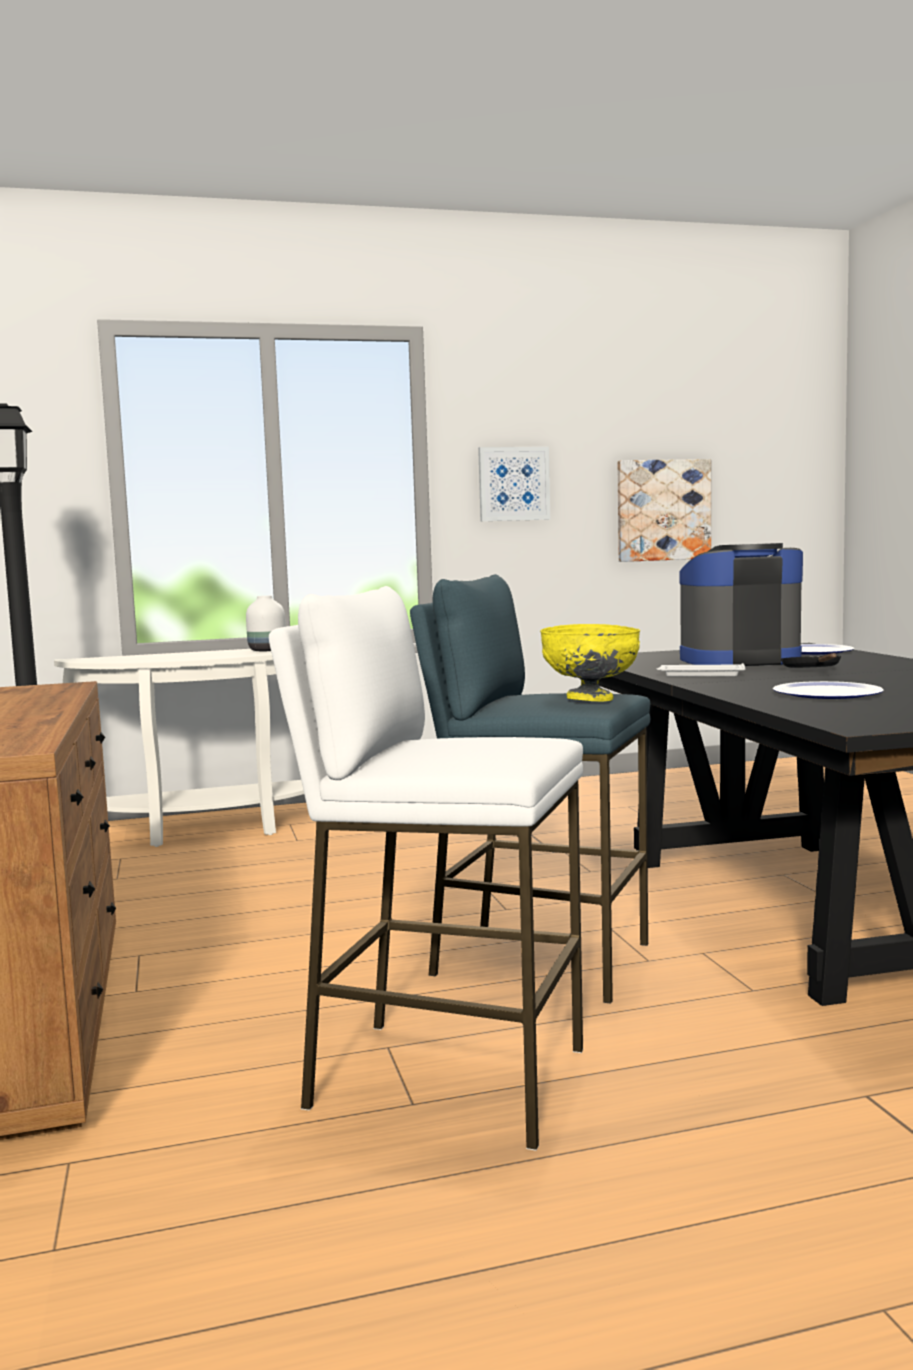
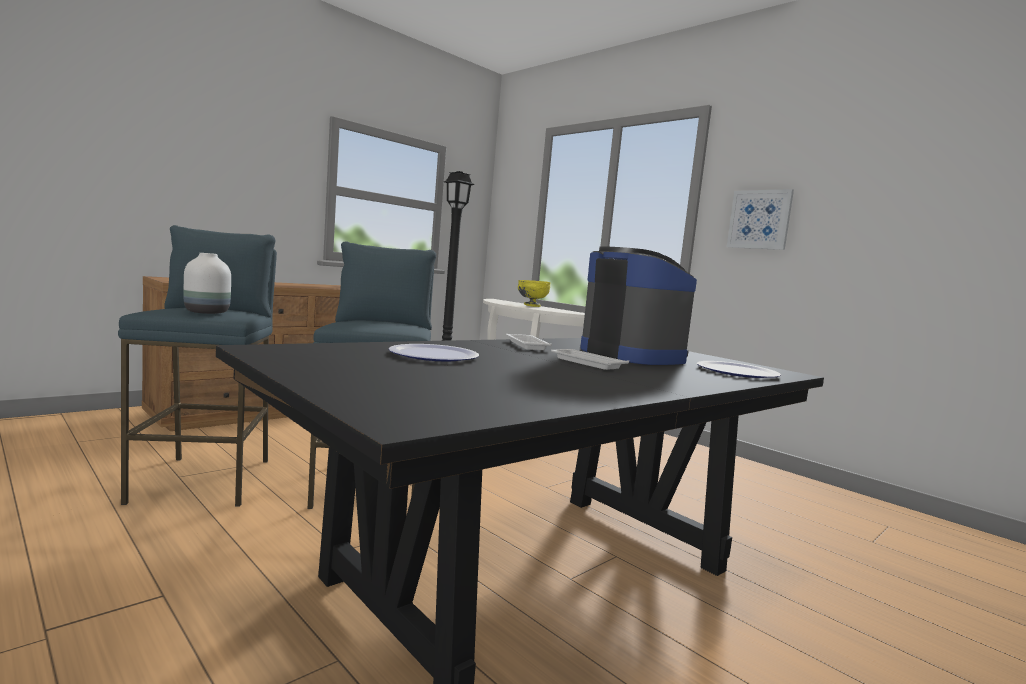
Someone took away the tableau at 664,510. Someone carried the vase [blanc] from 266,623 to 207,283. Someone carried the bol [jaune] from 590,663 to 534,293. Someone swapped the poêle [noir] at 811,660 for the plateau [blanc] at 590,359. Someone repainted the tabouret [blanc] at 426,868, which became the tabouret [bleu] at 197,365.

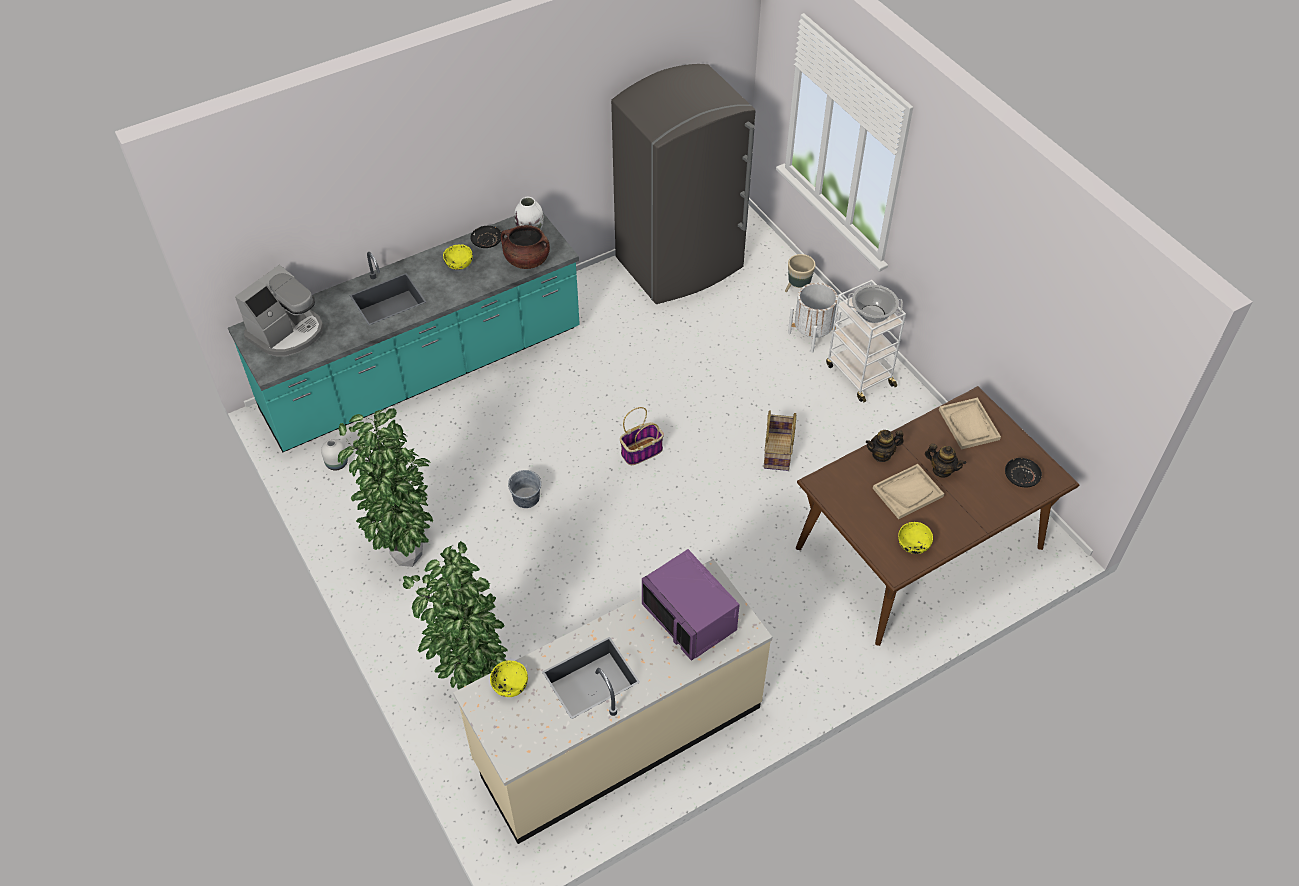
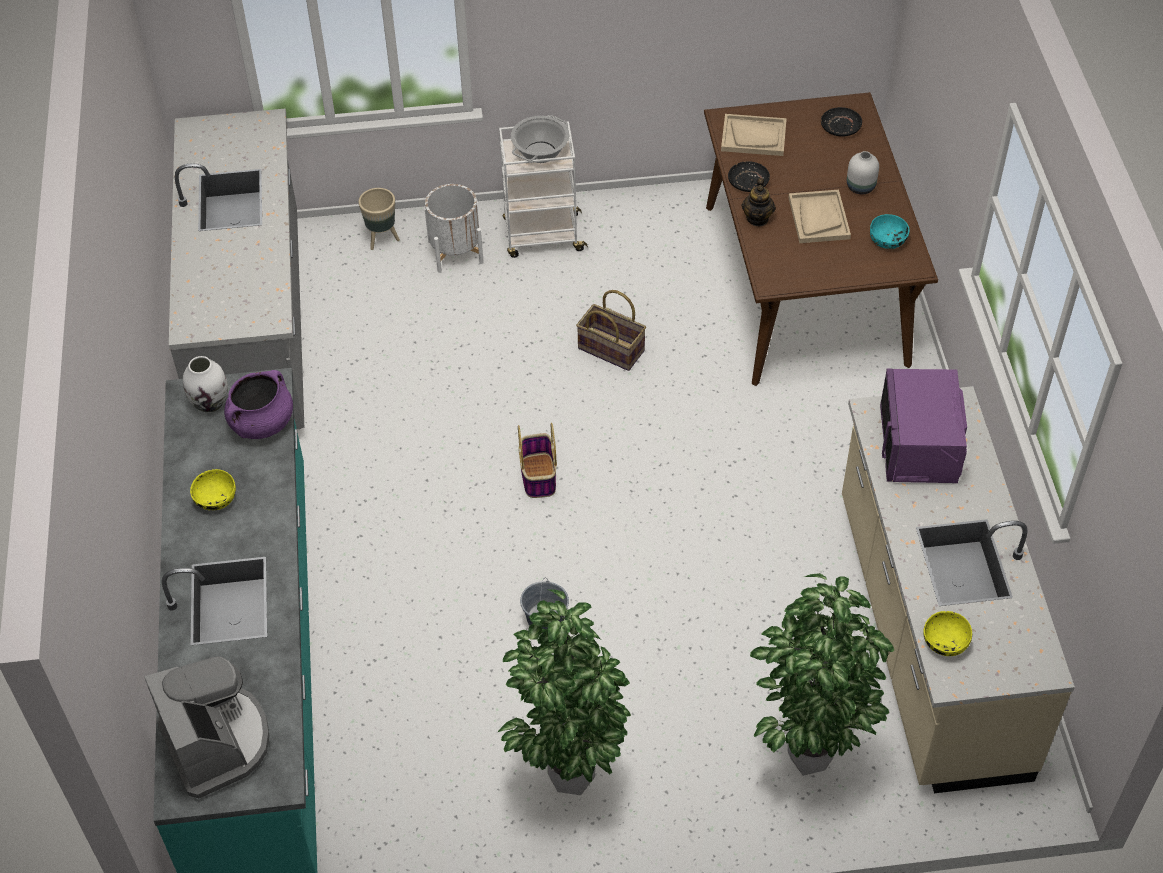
Someone took away the théière at 945,460. Someone carried the vase [blanc] from 334,454 to 863,172. Someone carried the assiette [noir] from 486,237 to 749,176. Someone swapped the réfrigérateur [gris] at 683,184 for the comptoir de cuisine [gris] at 236,269. Someone repainted the marmite [marron] at 525,247, which became the marmite [violet] at 258,404. Someone repainted the bol [jaune] at 915,538, which became the bol [turquoise] at 889,231. Someone rotated the micro-ondes [violet] at 691,605 by 105 degrees clockwise.

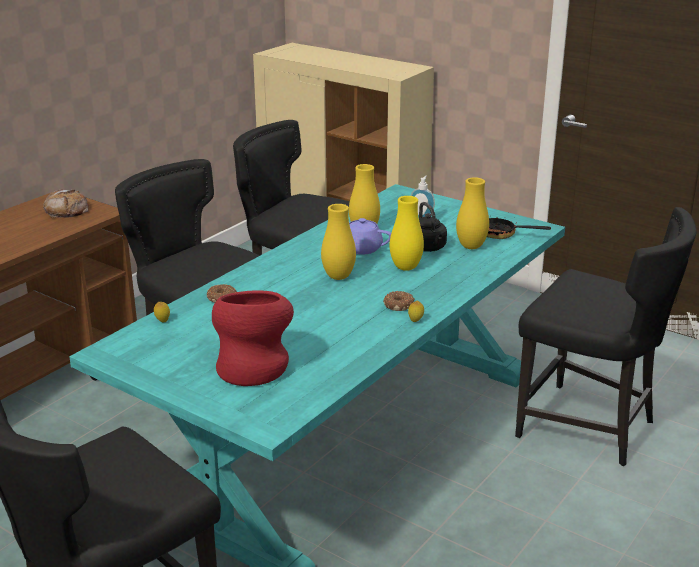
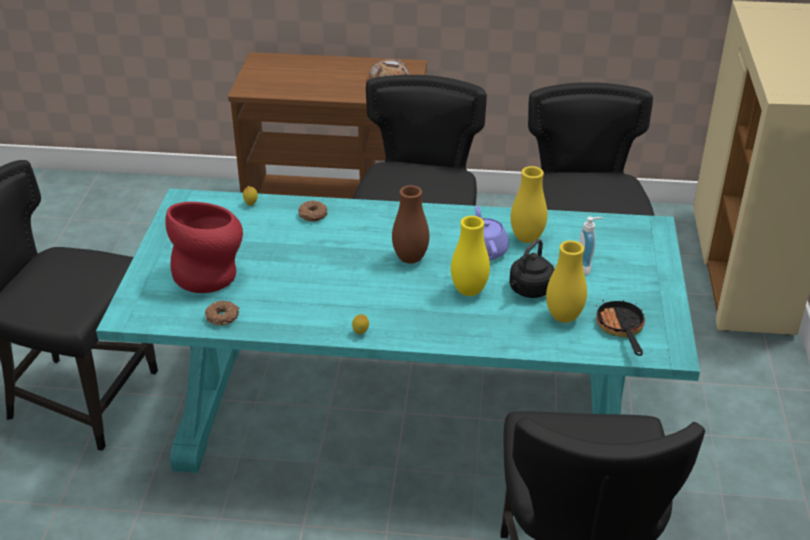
Someone carried the beignet from 399,301 to 222,313. Someone repainted the vase [jaune] at 338,242, which became the vase [marron] at 410,224.

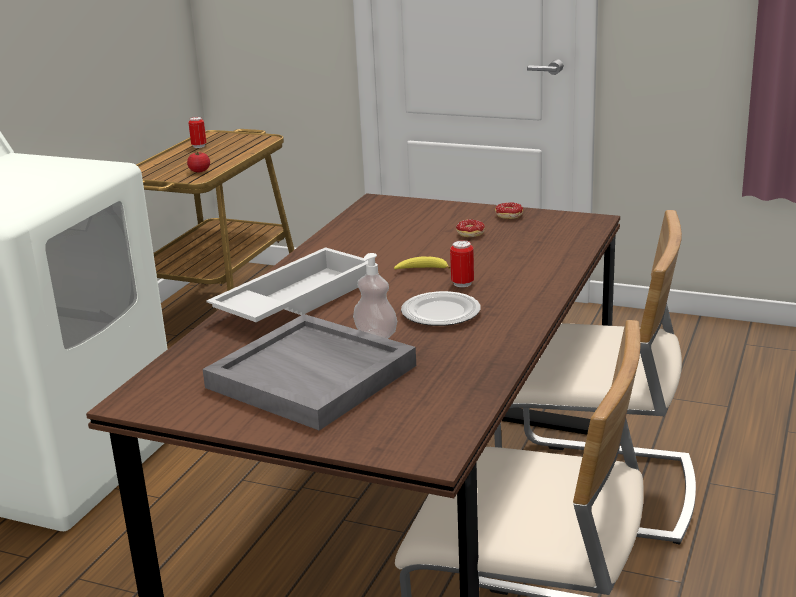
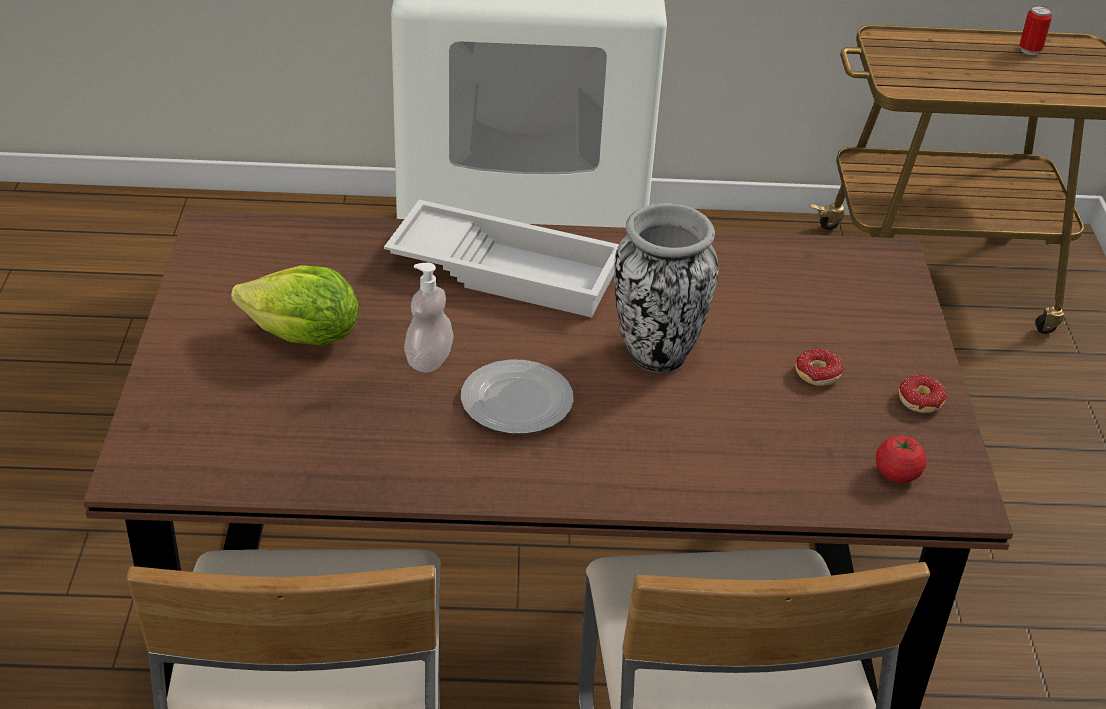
Someone took away the boîte métallique at 462,263. Someone carried the tomate from 198,161 to 901,459. Someone swapped the plateau [gris] at 309,372 for the laitue at 295,305. Someone swapped the banane at 422,263 for the vase at 666,288.

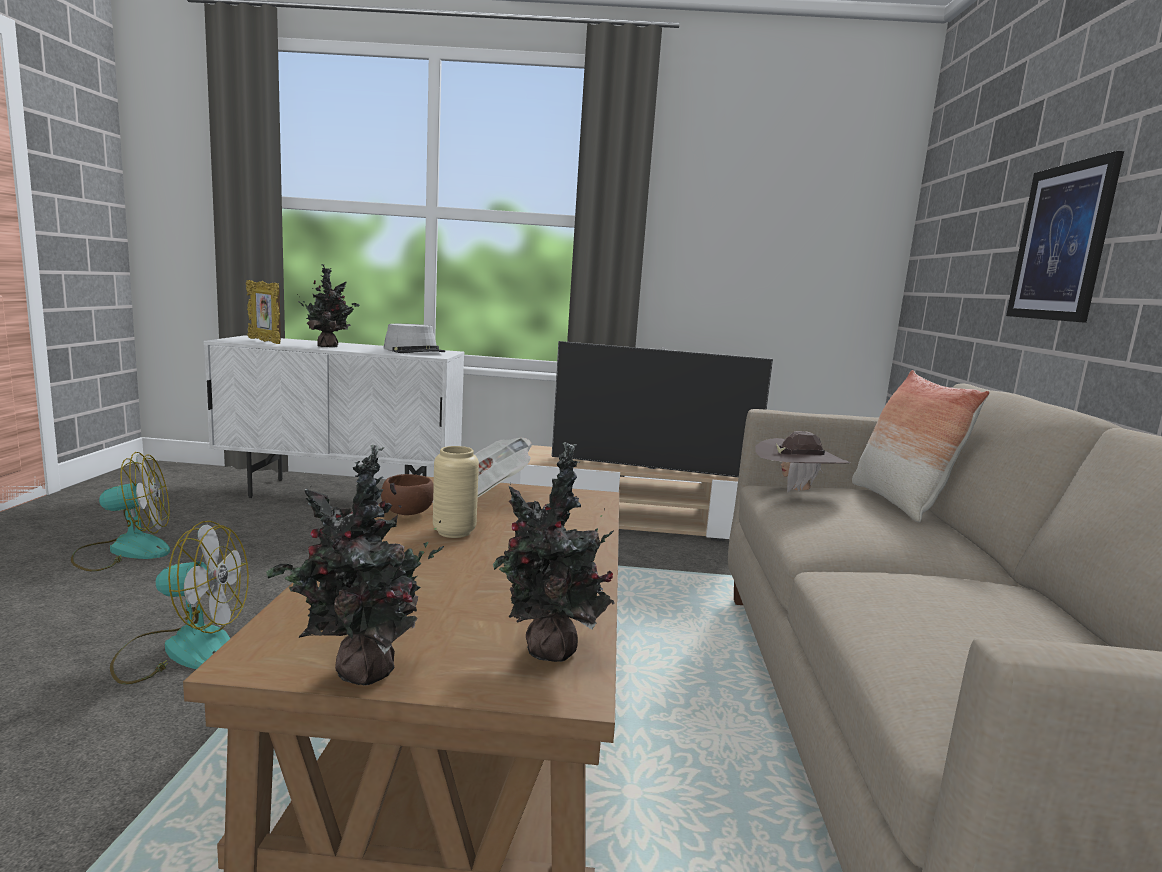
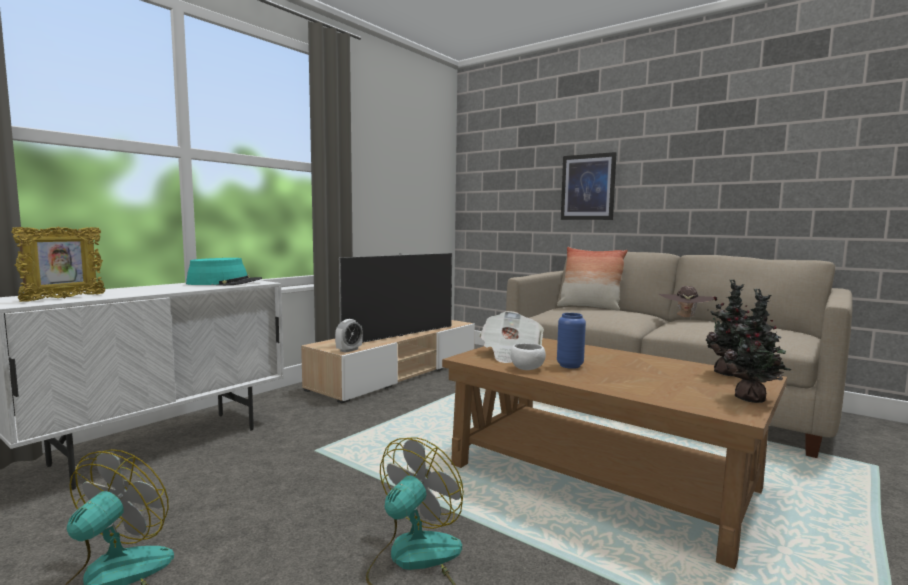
Someone took away the plante en pot at 328,306. Someone put down the réveil at 349,336. Someone carried the chapeau [marron] from 802,462 to 686,302. Someone repainted the bol [marron] at 407,494, which became the bol [blanc] at 528,356. Someone repainted the chapeau [gris] at 414,338, which became the chapeau [turquoise] at 224,271. Someone repainted the vase [beige] at 456,492, which became the vase [bleu] at 571,341. Someone rotated the cadre photo at 263,312 by 45 degrees counterclockwise.

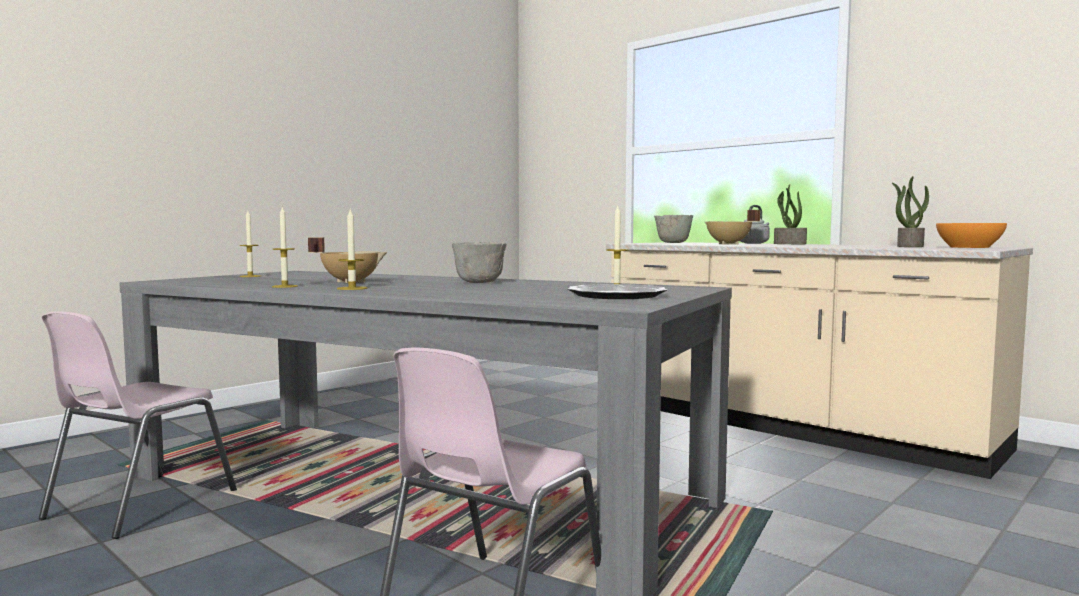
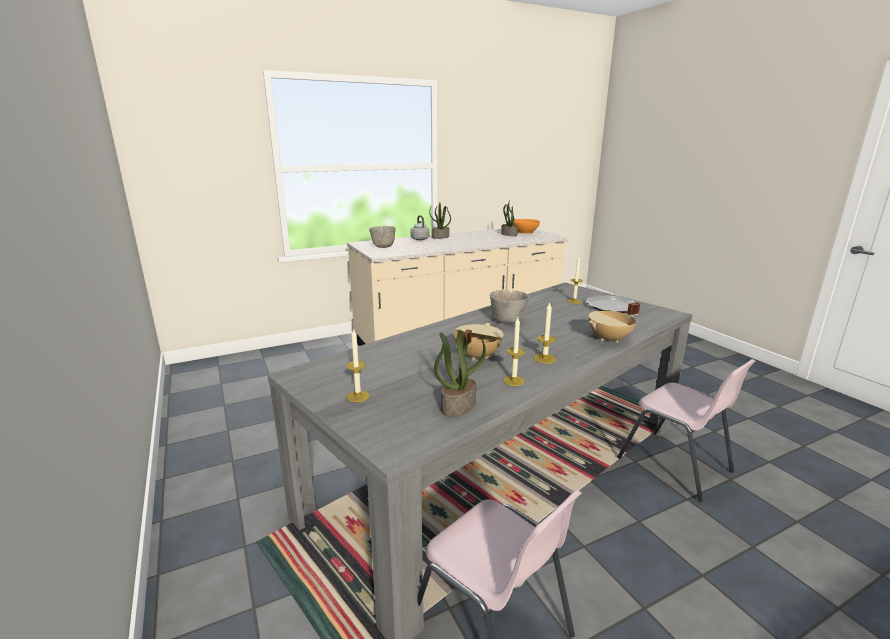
Someone put down the plante en pot at 460,373. Someone carried the marmite [beige] from 732,227 to 614,322.

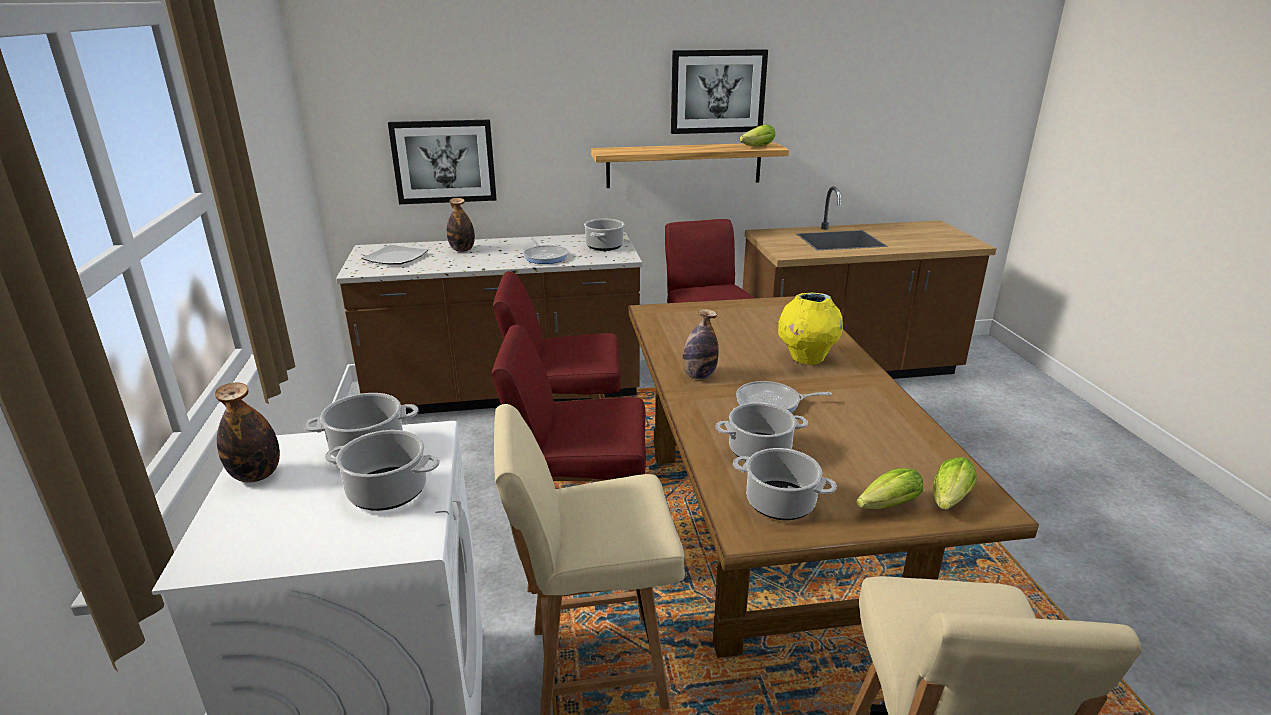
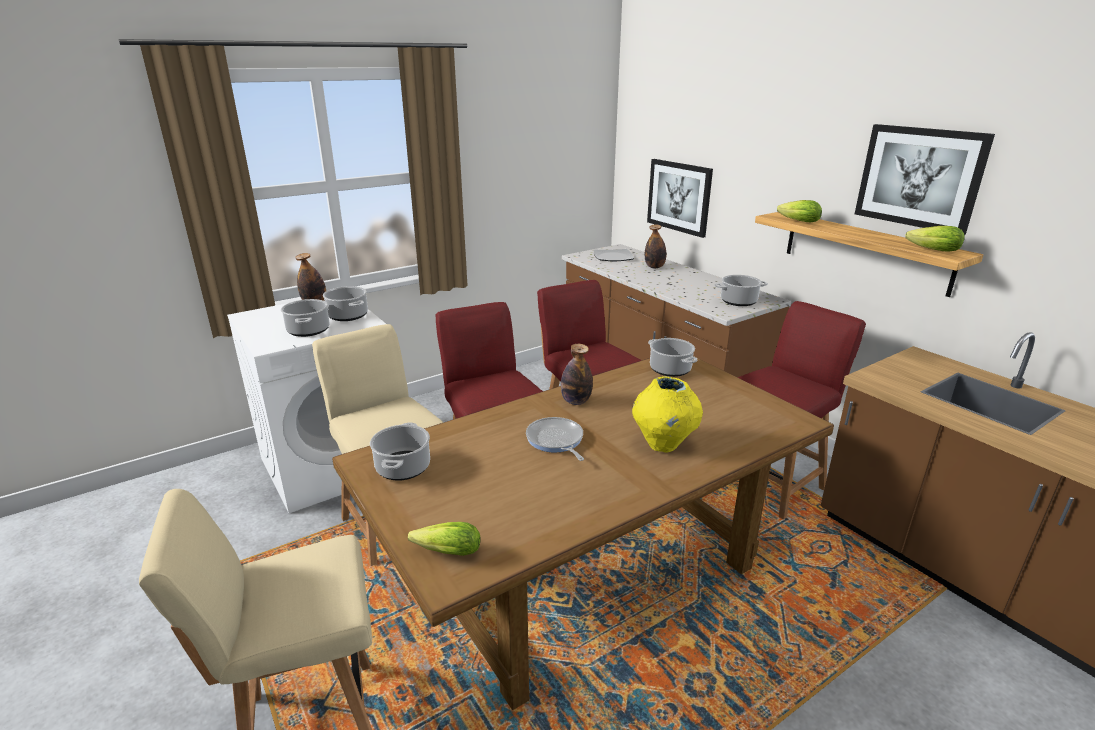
Someone took away the poêle at 545,251. Someone carried the marmite from 762,431 to 672,357. Someone carried the laitue from 889,488 to 799,211.

